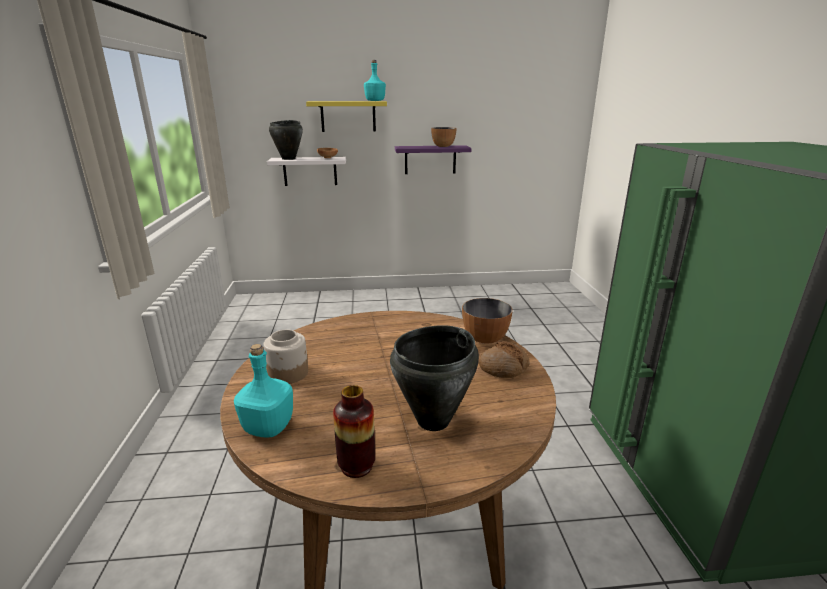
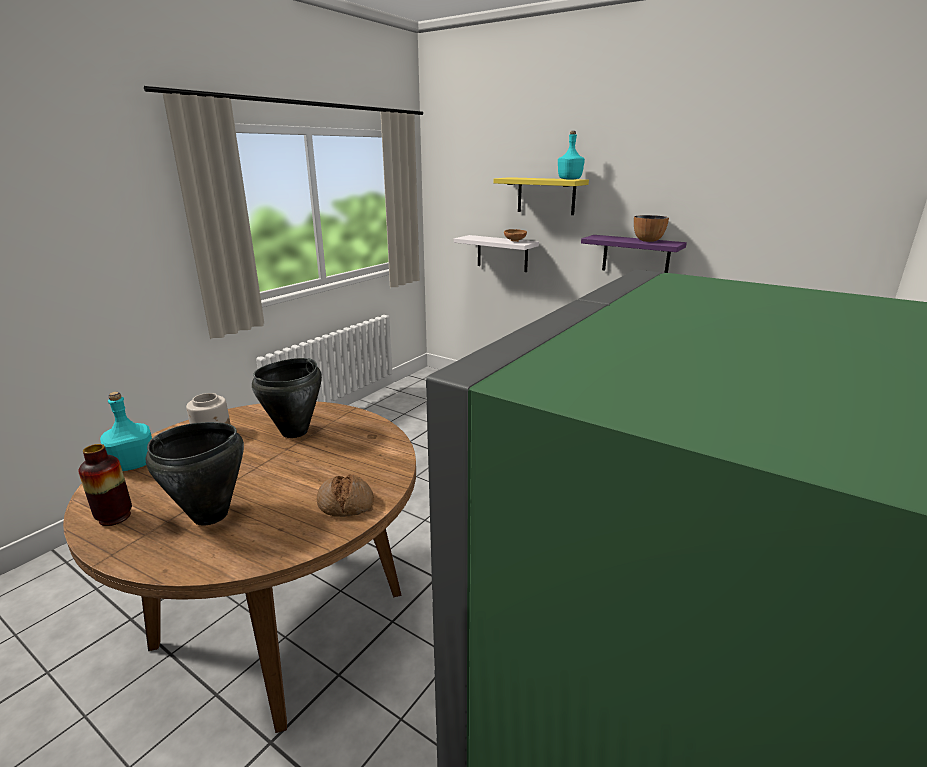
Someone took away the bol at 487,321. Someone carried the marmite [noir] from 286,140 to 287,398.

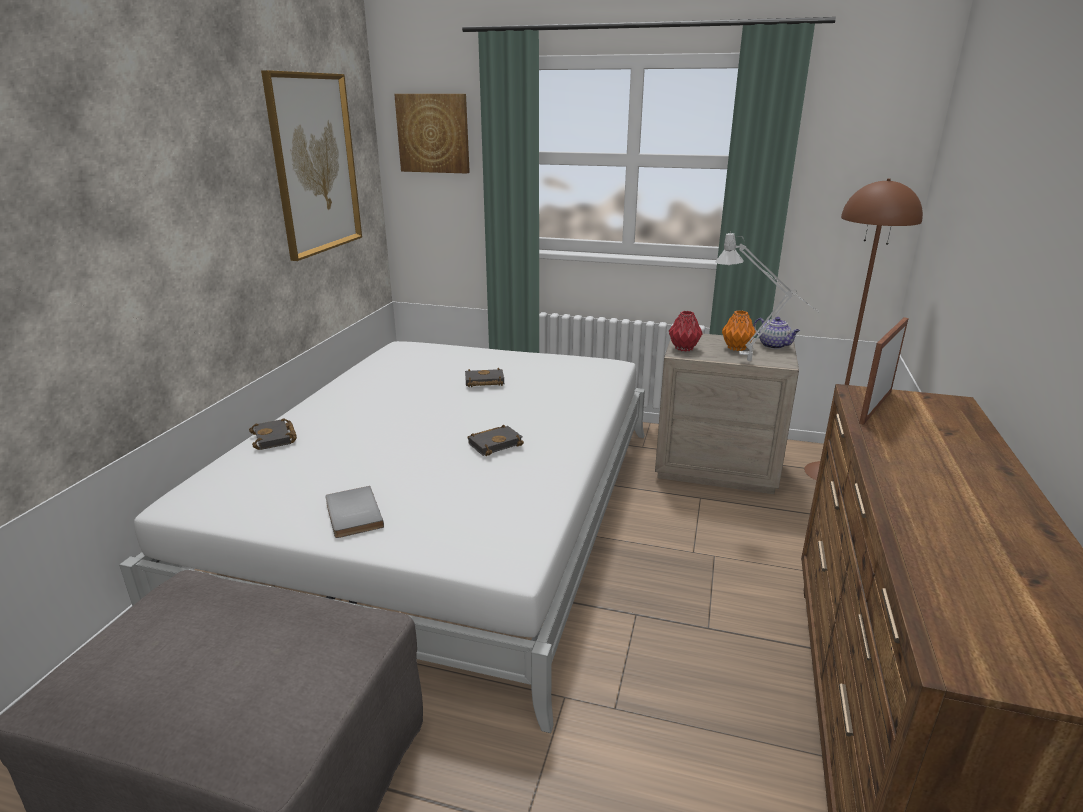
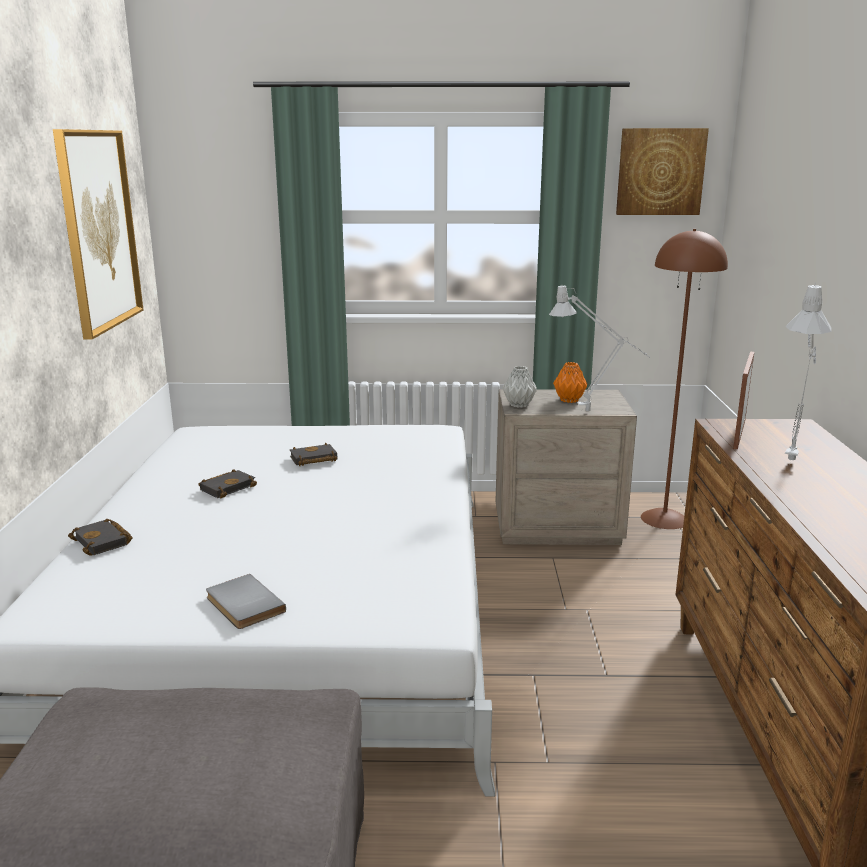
Someone took away the théière at 776,333. Someone put down the lampe de table [gris] at 808,372. Someone carried the tableau from 432,133 to 662,171. Someone carried the livre [noir] from 496,440 to 227,484. Someone repainted the vase [rouge] at 686,331, which became the vase [gris] at 520,387.

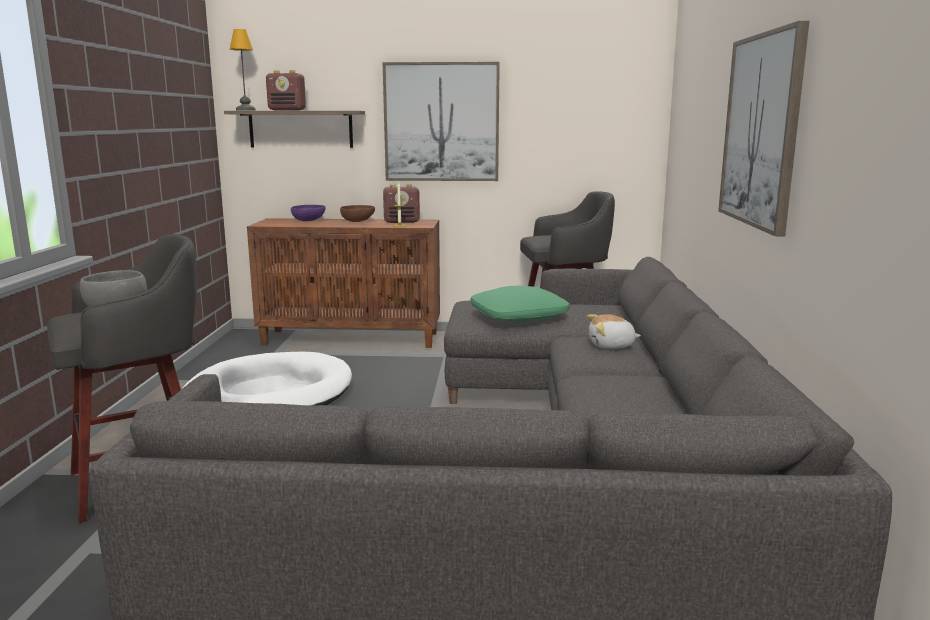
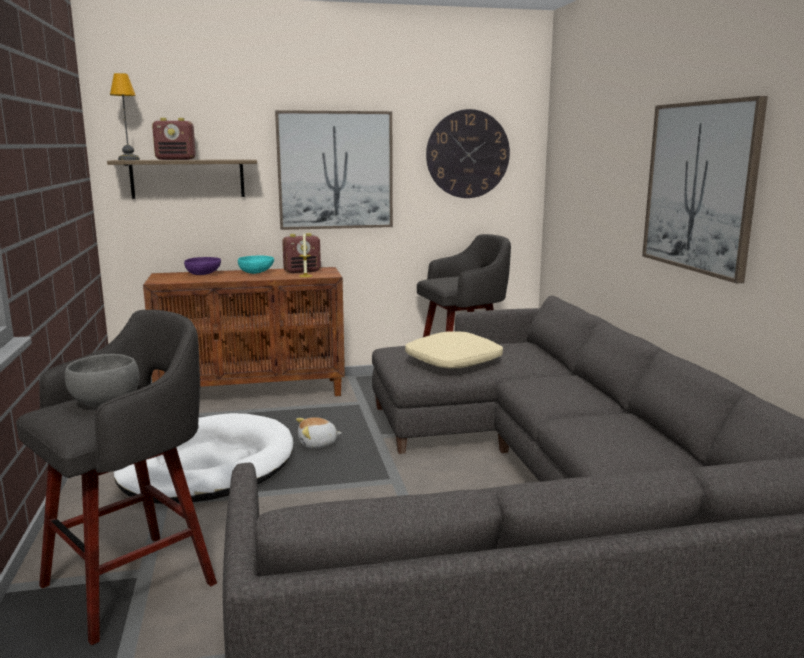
Someone put up the horloge murale at 468,153. Someone carried the peluche from 614,331 to 319,432. Someone repainted the bol [marron] at 357,213, which became the bol [turquoise] at 256,265. Someone repainted the coussin [vert] at 520,304, which became the coussin [beige] at 454,350.

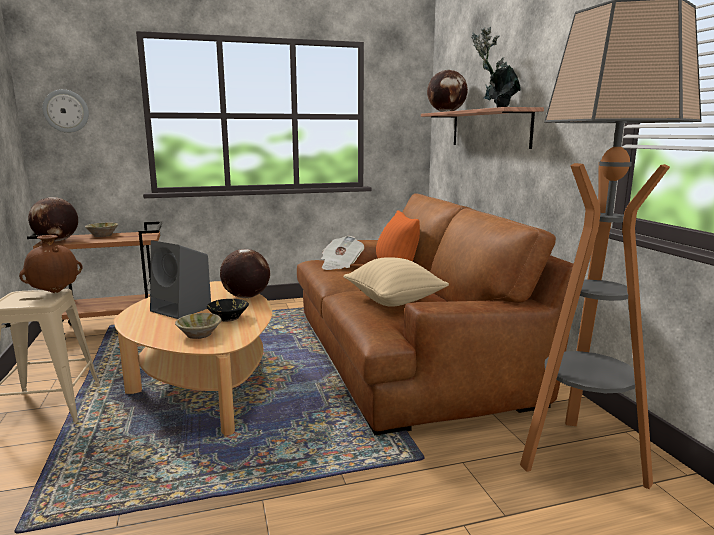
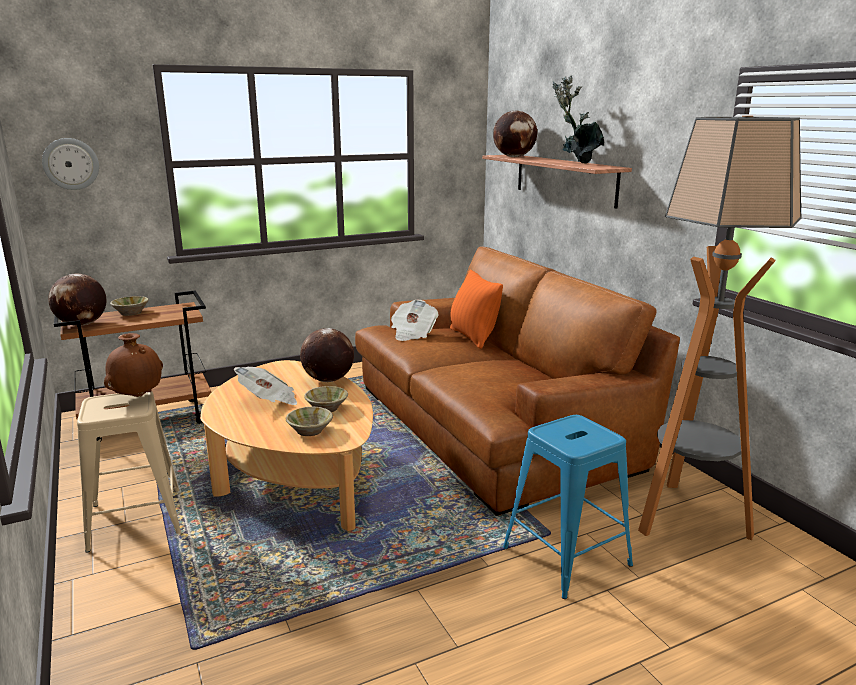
Someone took away the coussin [beige] at 396,282. Someone put down the tabouret [bleu] at 568,507. Someone swapped the enceinte [gris] at 180,279 for the journal at 265,386. Someone repainted the bol [noir] at 228,310, which became the bol [beige] at 326,399.

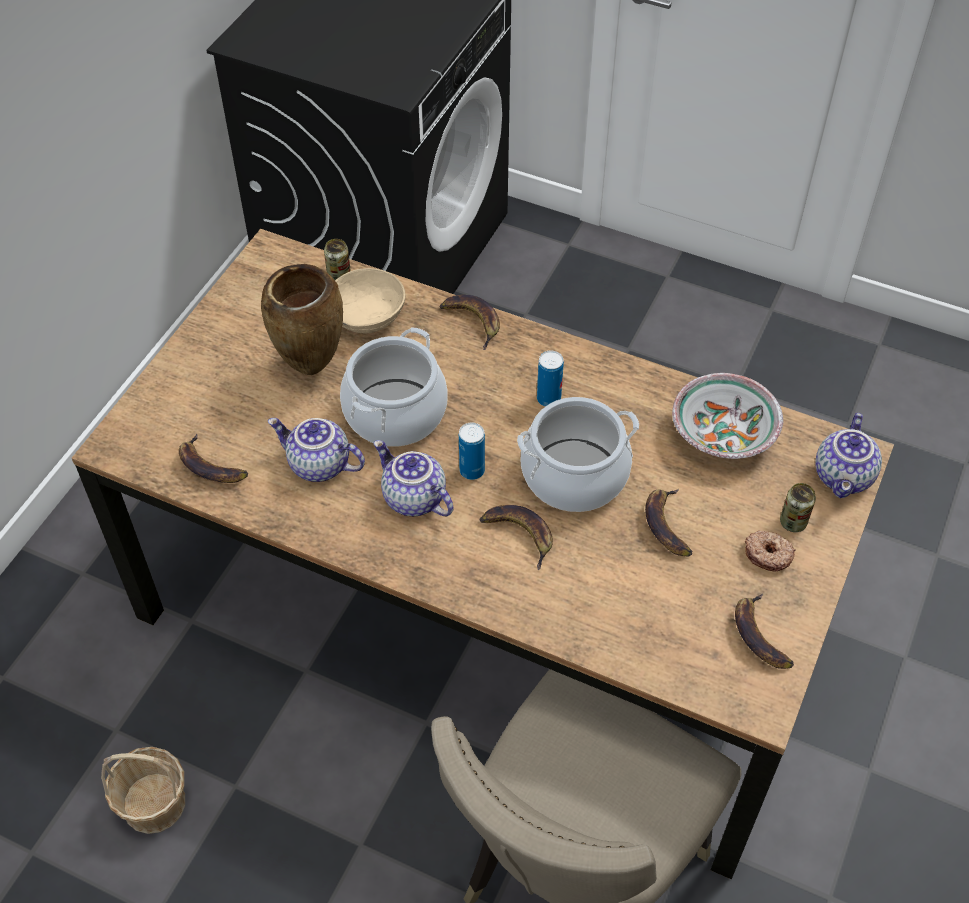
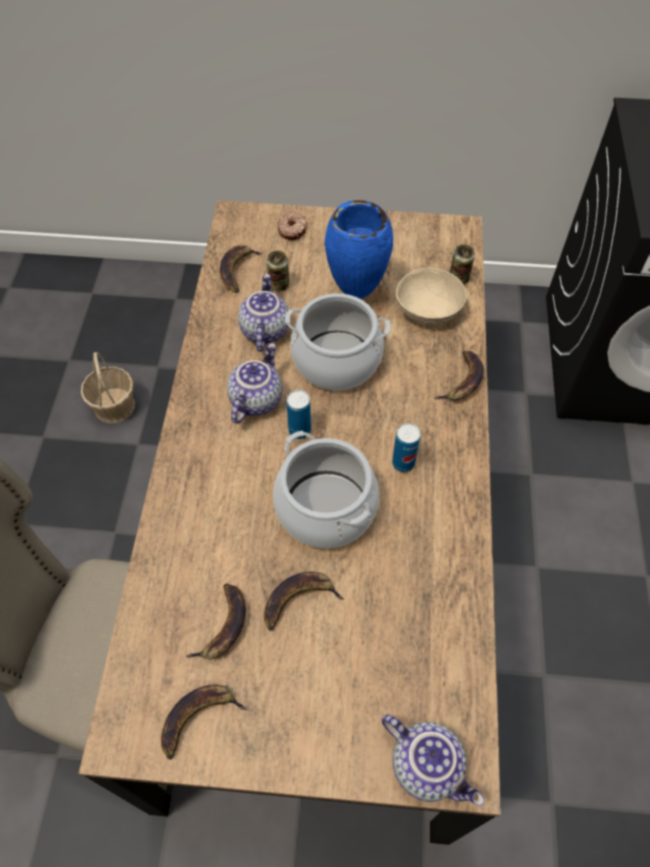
Someone took away the bol at 727,416. Someone carried the banane from 516,537 to 215,621. Someone carried the beignet from 770,551 to 292,225. Someone carried the boîte métallique from 798,507 to 278,271. Someone repainted the vase [marron] at 302,319, which became the vase [bleu] at 359,249. Someone rotated the théière at 848,455 by 135 degrees counterclockwise.

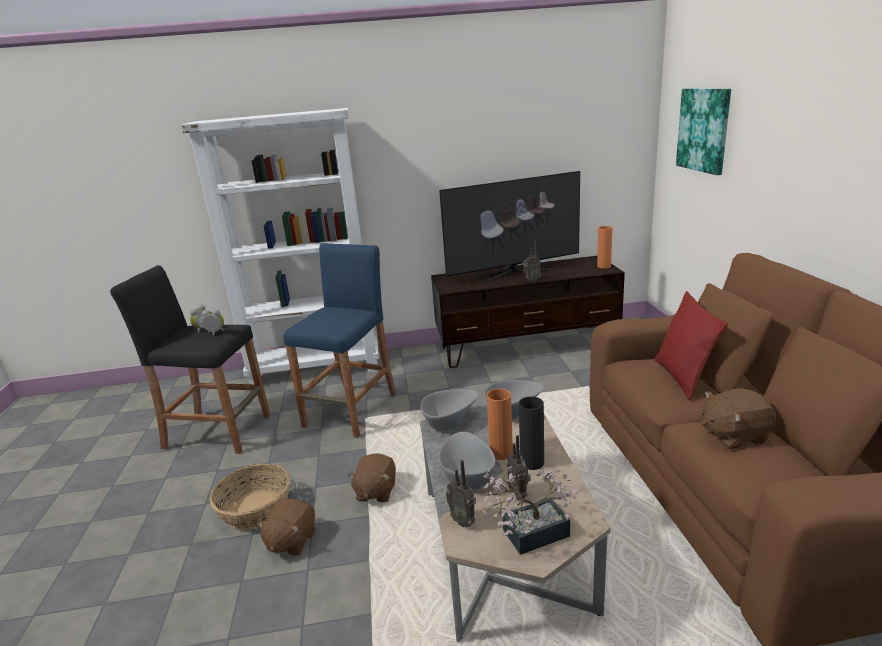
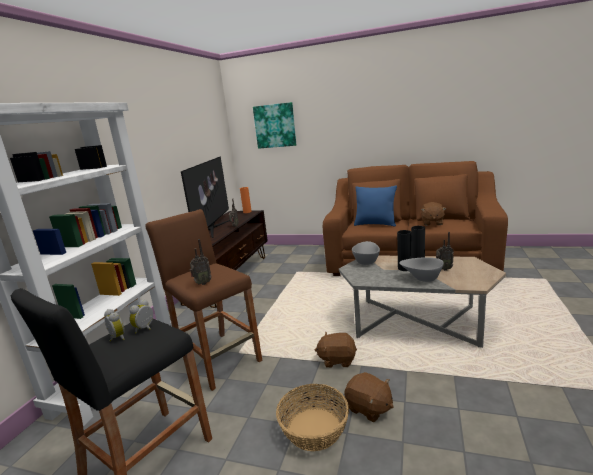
Someone took away the bol [gris] at 449,410. Someone took away the plante en pot at 530,510. Someone carried the radio from 461,493 to 201,262. Someone repainted the tabouret [bleu] at 340,340, which became the tabouret [marron] at 203,300. Someone repainted the vase [orange] at 500,424, which became the vase [noir] at 404,250. Someone repainted the coussin [rouge] at 691,345, which became the coussin [bleu] at 375,205. Someone rotated the peluche [marron] at 372,477 by 150 degrees clockwise.

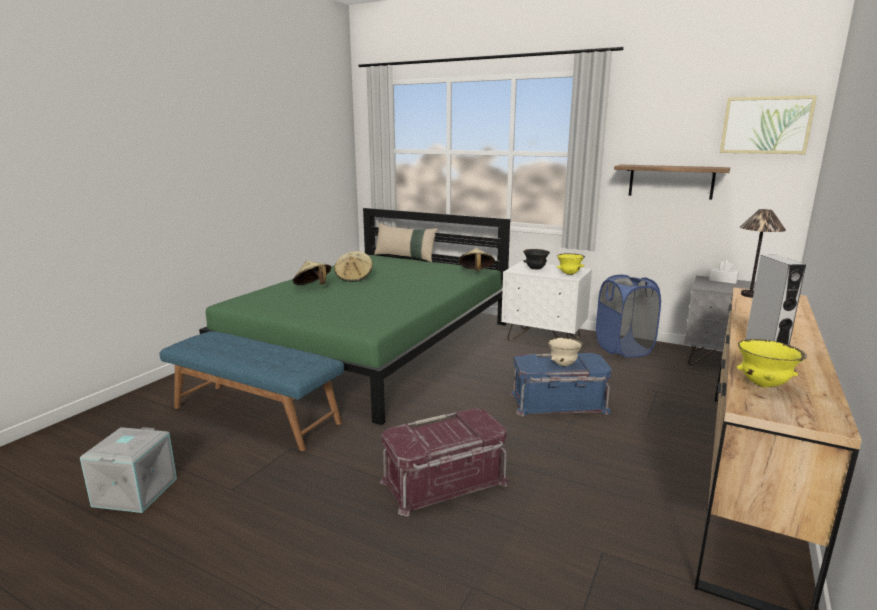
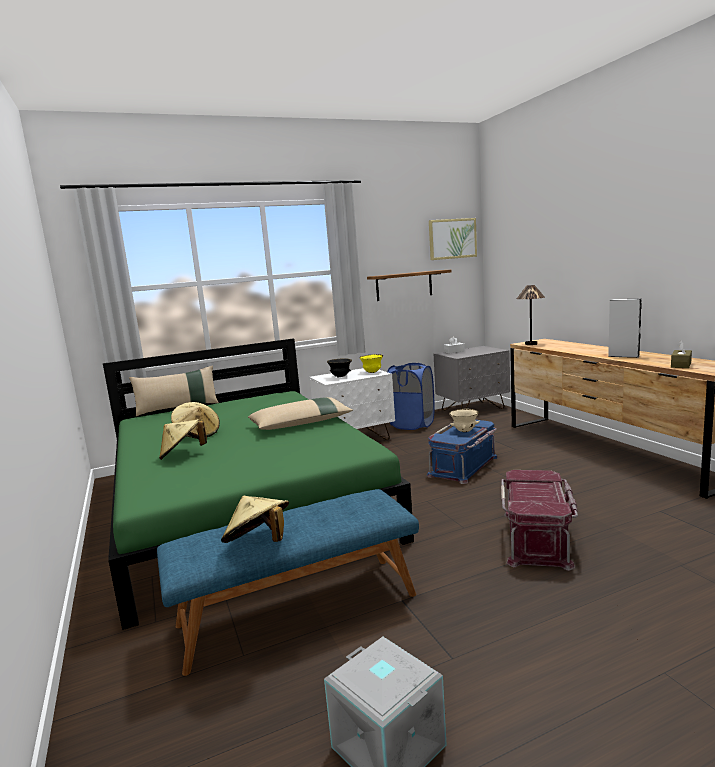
Someone put down the coussin [beige] at 300,413. Someone carried the chapeau [beige] from 476,259 to 255,519. Someone swapped the bol [jaune] at 772,363 for the boîte à mouchoirs [marron] at 681,354.

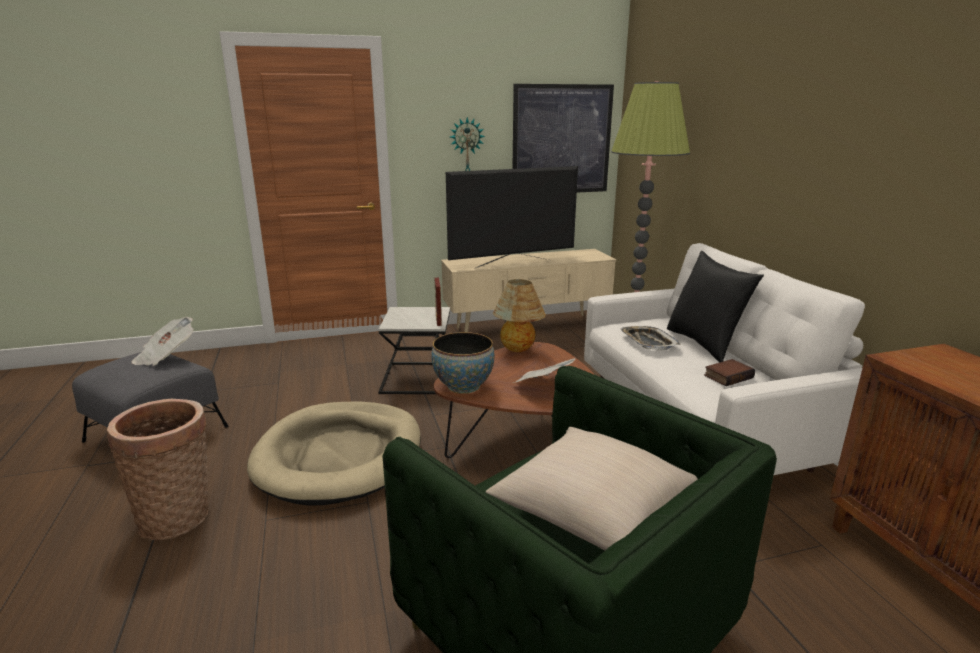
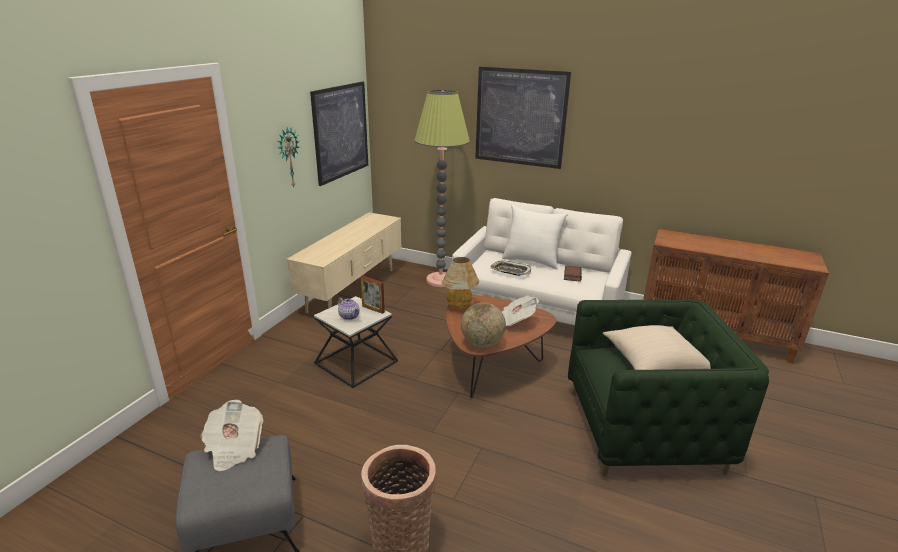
Someone took away the panier pour chien [beige] at 334,453. Someone took away the téléviseur at 512,217. Someone put down the théière at 349,309. Someone put up the tableau at 523,117. Someone swapped the bol at 462,363 for the globe at 483,325. Someone repainted the coussin [noir] at 715,307, which became the coussin [blanc] at 535,237.

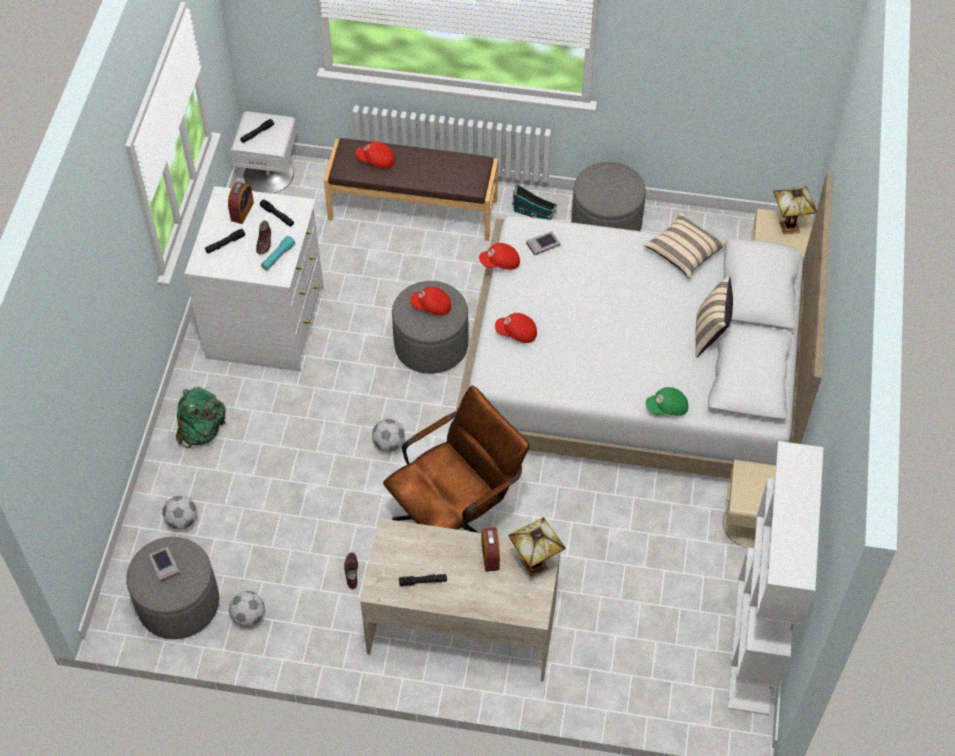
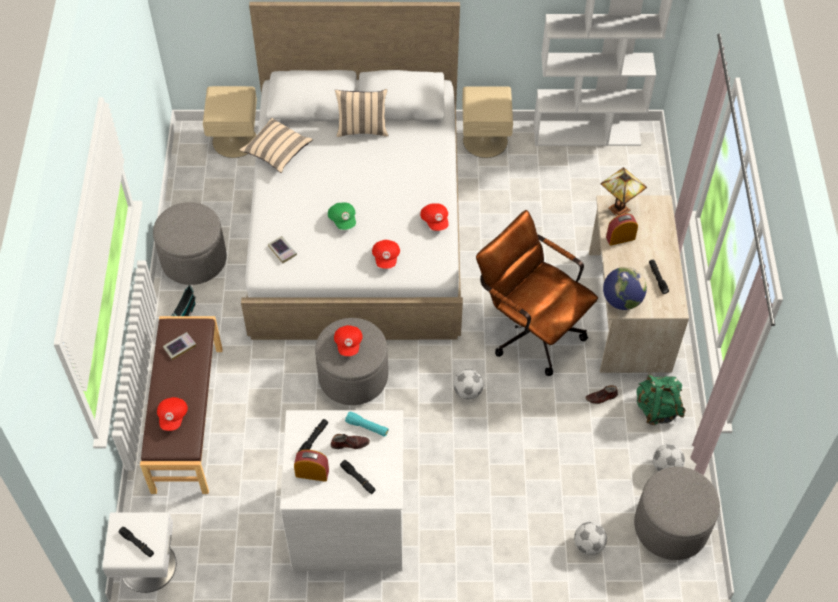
Someone took away the lampe de table at 795,210. Someone put down the globe at 625,288. Someone carried the livre from 164,564 to 179,346. Someone carried the sac à dos [vert] from 201,417 to 661,399. Someone carried the casquette [rouge] from 499,256 to 434,217. Someone carried the casquette [vert] from 667,401 to 342,216.

